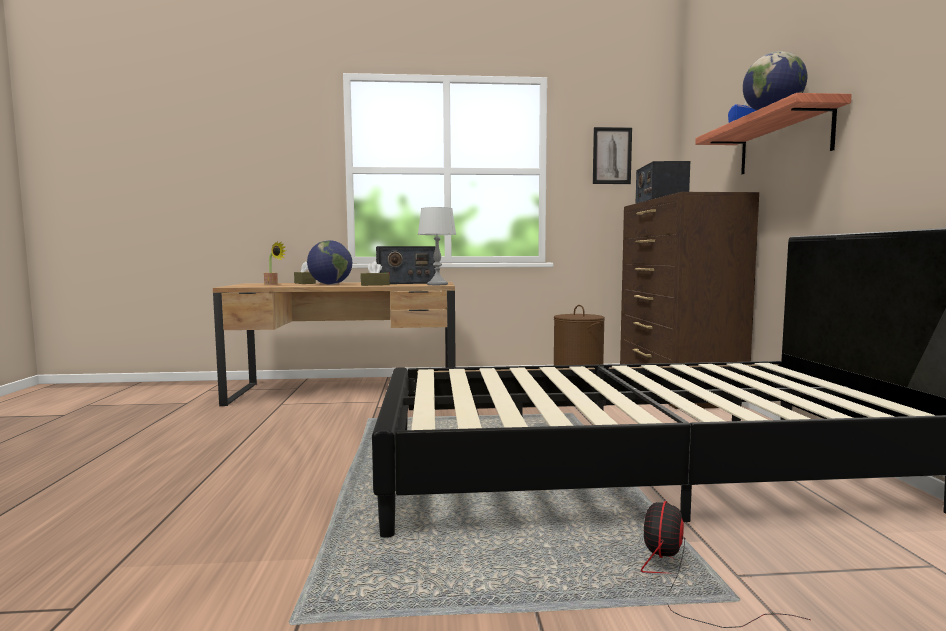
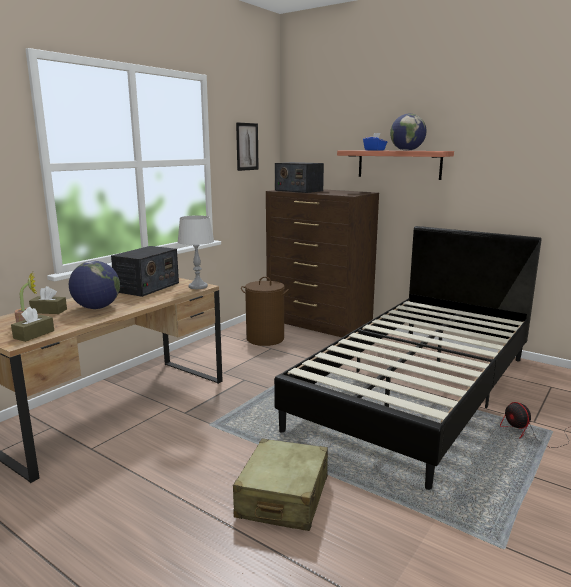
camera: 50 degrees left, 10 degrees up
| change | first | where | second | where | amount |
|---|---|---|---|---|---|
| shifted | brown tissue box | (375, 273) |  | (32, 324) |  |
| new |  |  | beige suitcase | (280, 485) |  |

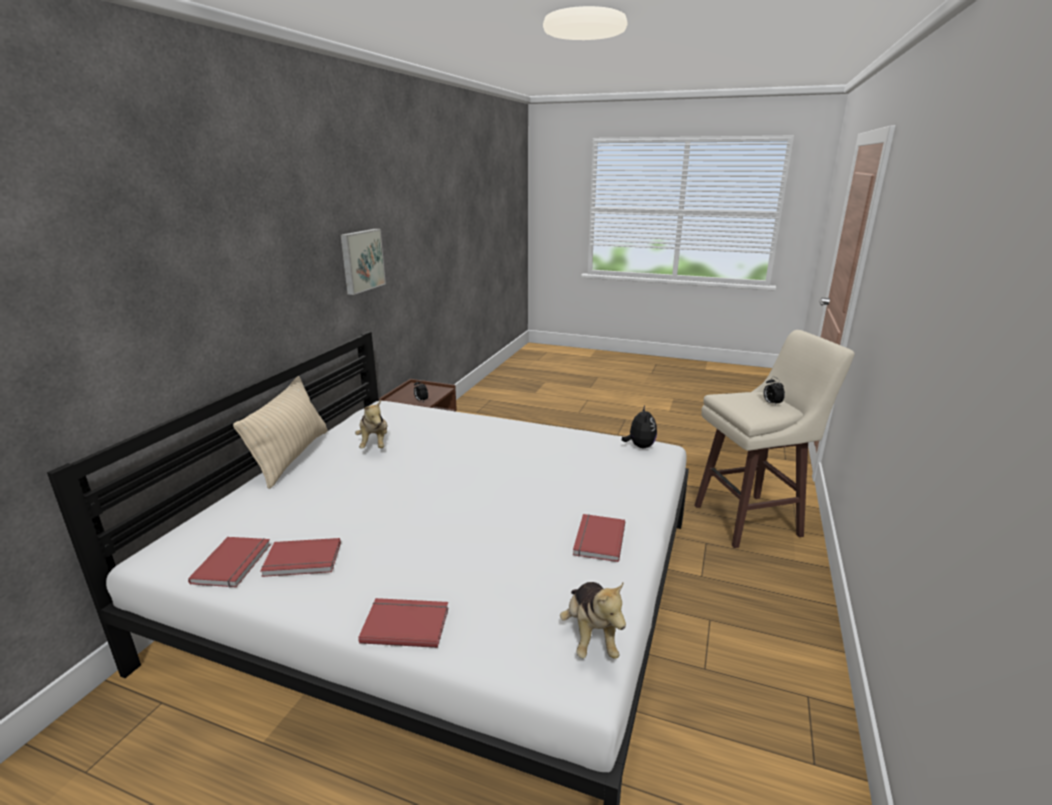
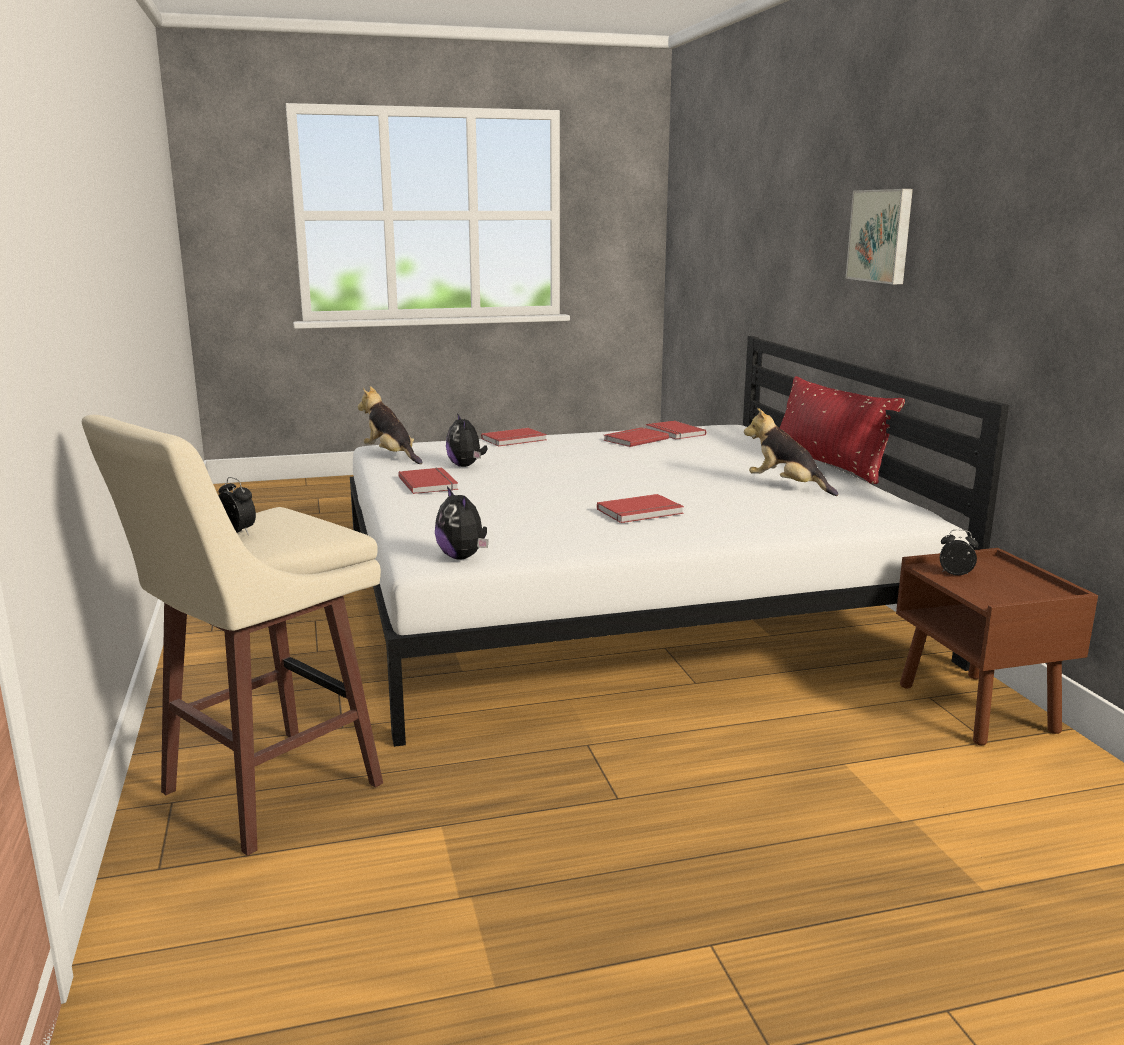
camera: 145 degrees right, 5 degrees down
| change | first | where | second | where | amount |
|---|---|---|---|---|---|
| new |  |  | plush toy | (466, 440) |  |
| new |  |  | red book | (640, 508) |  |
| repainted | beige pillow | (280, 432) | red pillow | (842, 430) |  |
| shifted | picture | (363, 262) |  | (879, 236) |  |

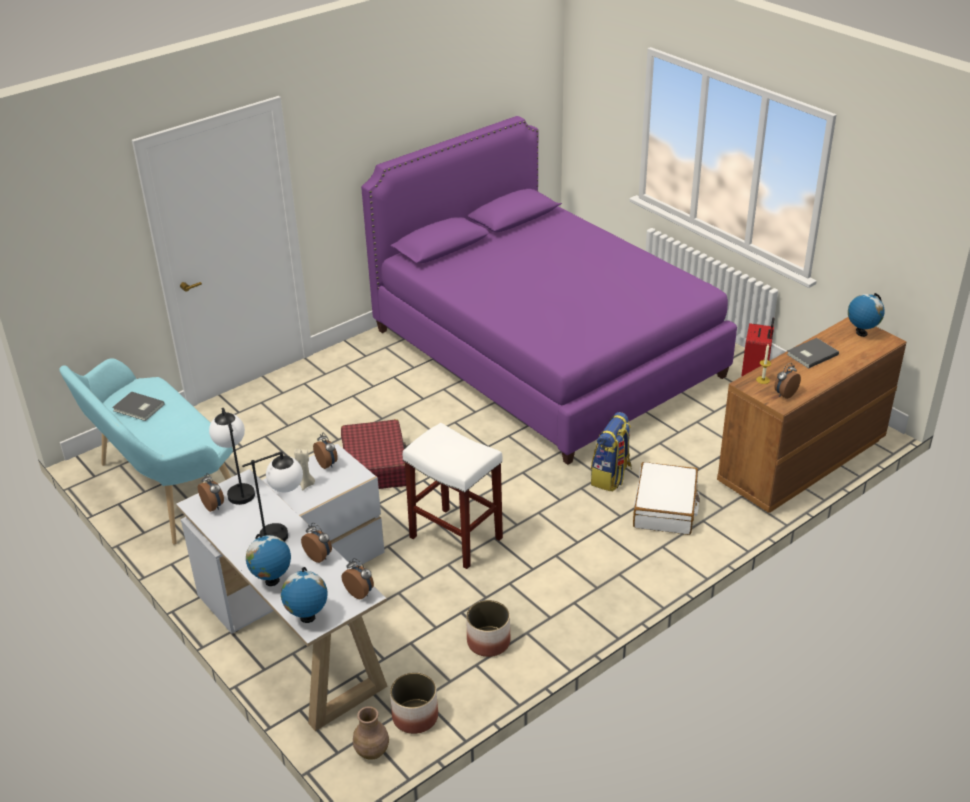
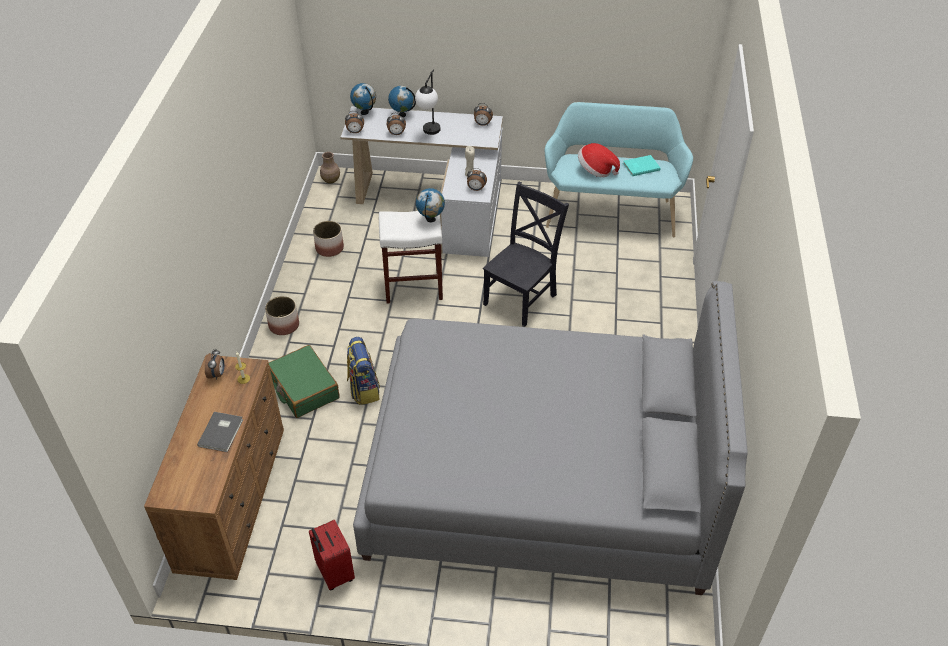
camera: 135 degrees right, 10 degrees up
| change | first | where | second | where | amount |
|---|---|---|---|---|---|
| shifted | planter | (414, 703) |  | (282, 315) |  |
| repainted | white suitcase | (666, 498) | green suitcase | (304, 381) |  |
| repainted | purple bed | (549, 290) | grey bed | (550, 438) |  |
| shifted | globe | (866, 315) |  | (430, 205) |  |
| swapped | red suitcase | (374, 454) | black chair | (526, 254) |  |
| new |  |  | hat | (599, 160) |  |
| repainted | grey book | (138, 406) | turquoise book | (642, 165) |  |
| gone | table lamp | (232, 456) |  |  |  |

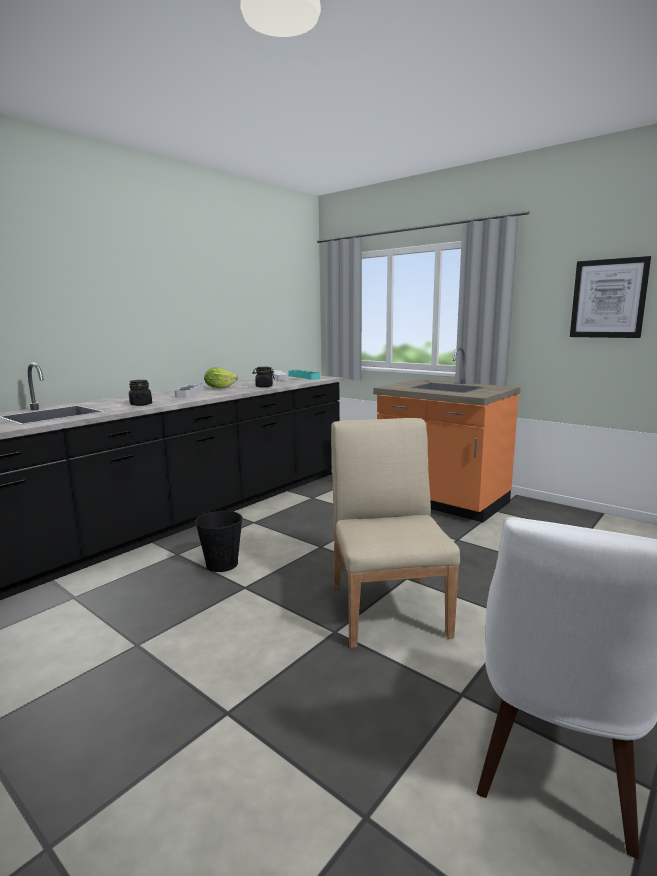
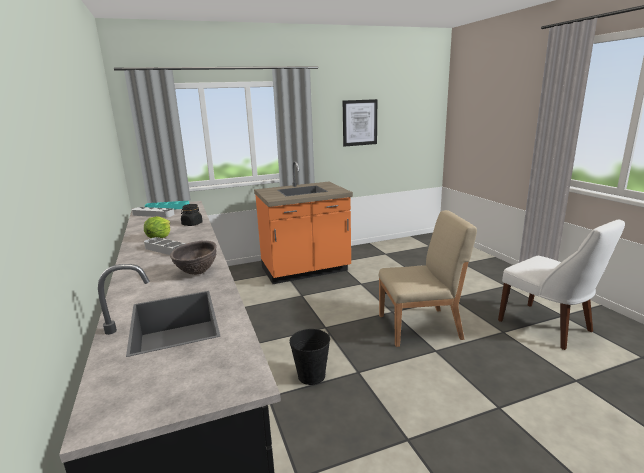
camera: 60 degrees left, 5 degrees up
| change | first | where | second | where | amount |
|---|---|---|---|---|---|
| swapped | black jar | (140, 393) | brown bowl | (193, 258) |  |
| rotated | beige chair | (395, 533) |  | (428, 278) | 150 degrees clockwise |

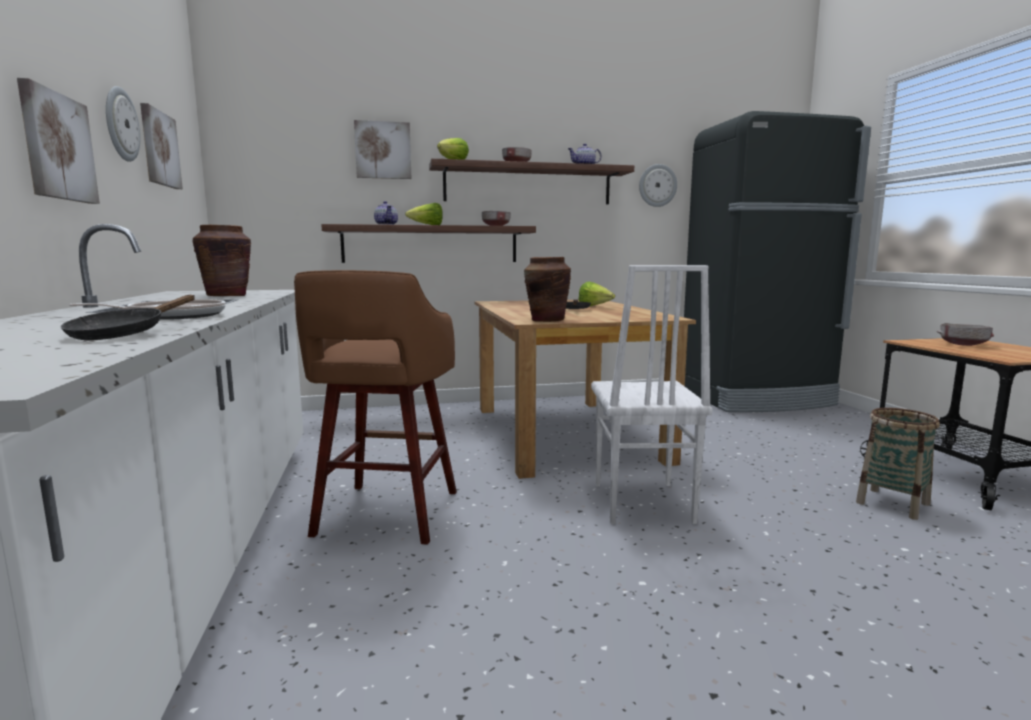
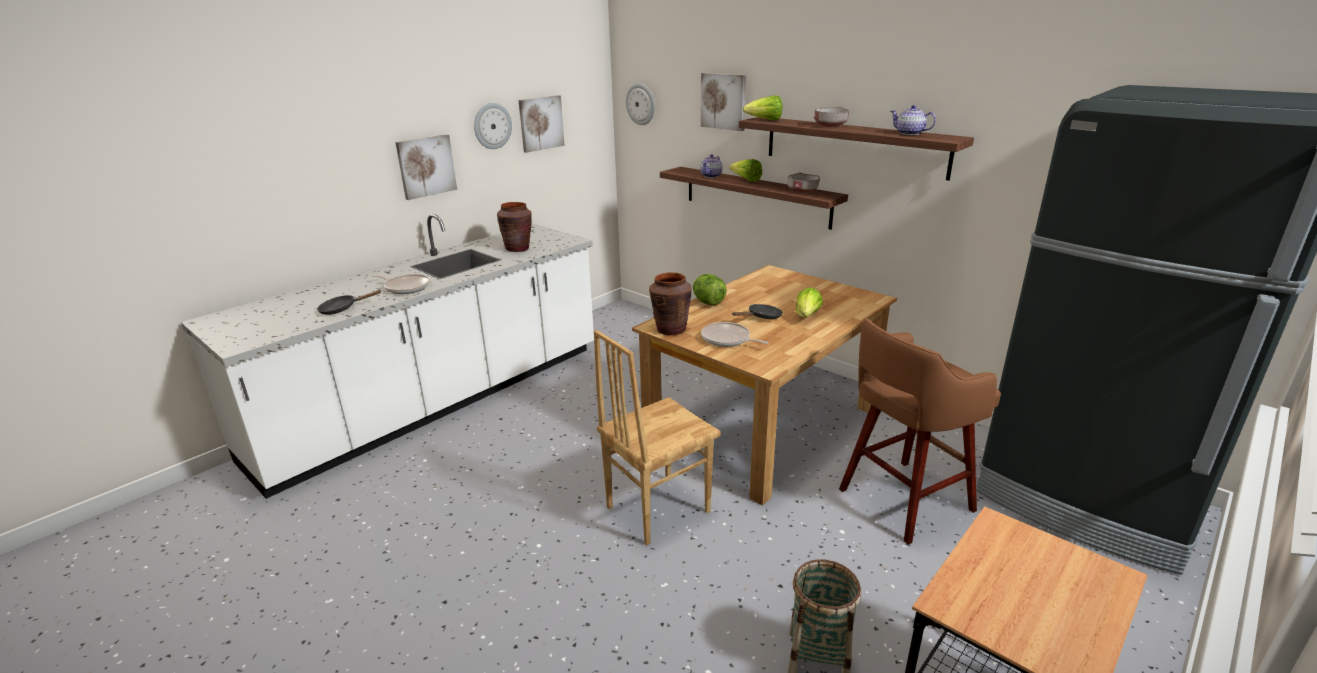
camera: 55 degrees right, 15 degrees up
| change | first | where | second | where | amount |
|---|---|---|---|---|---|
| repainted | white chair | (652, 395) | brown chair | (657, 438) |  |
| shifted | wall clock | (658, 185) |  | (640, 104) |  |
| new |  |  | lettuce | (710, 289) |  |
| new |  |  | frying pan | (735, 334) |  |
| shifted | brown stool | (375, 407) |  | (920, 431) |  |
| gone | grey bowl | (965, 334) |  |  |  |

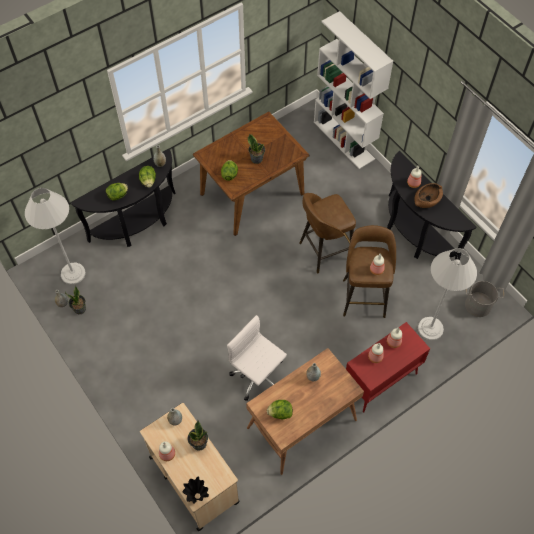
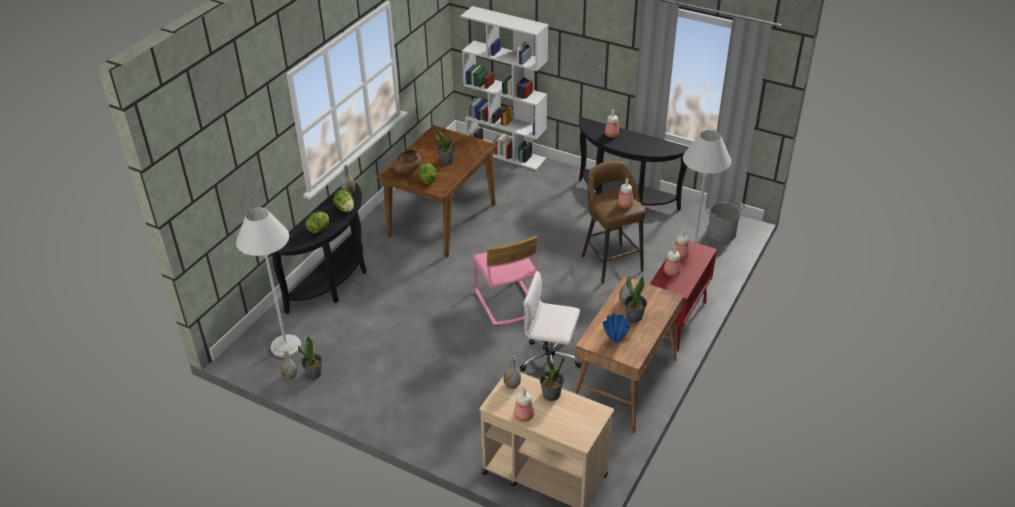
camera: 25 degrees left, 20 degrees down
| change | first | where | second | where | amount |
|---|---|---|---|---|---|
| shifted | brown bowl | (428, 195) |  | (407, 162) |  |
| new |  |  | pink chair | (505, 281) |  |
| swapped | lettuce | (280, 410) | blue vase | (616, 328) |  |
| new |  |  | potted plant | (636, 298) |  |
| gone | black vase | (196, 490) |  |  |  |
| gone | brown stool | (327, 233) |  |  |  |

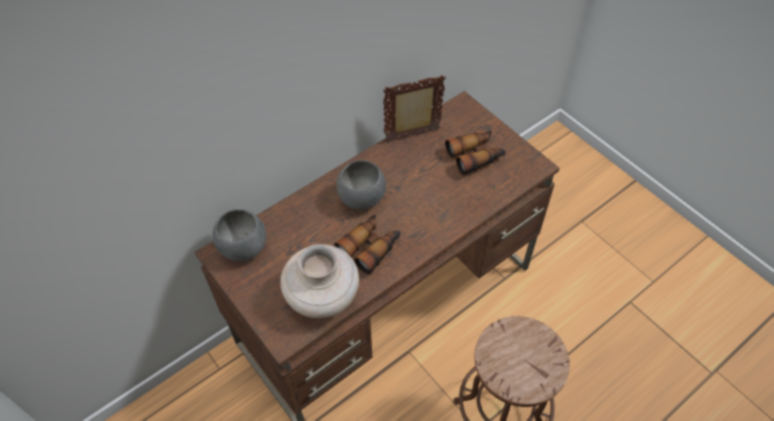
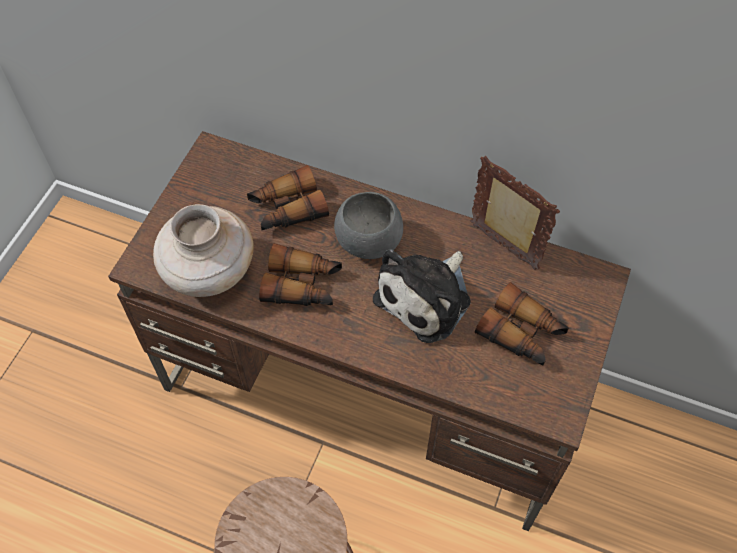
camera: 60 degrees right, 5 degrees up
| change | first | where | second | where | amount |
|---|---|---|---|---|---|
| new |  |  | binoculars | (288, 197) |  |
| new |  |  | plush toy | (422, 296) |  |
| gone | grey bowl | (239, 235) |  |  |  |

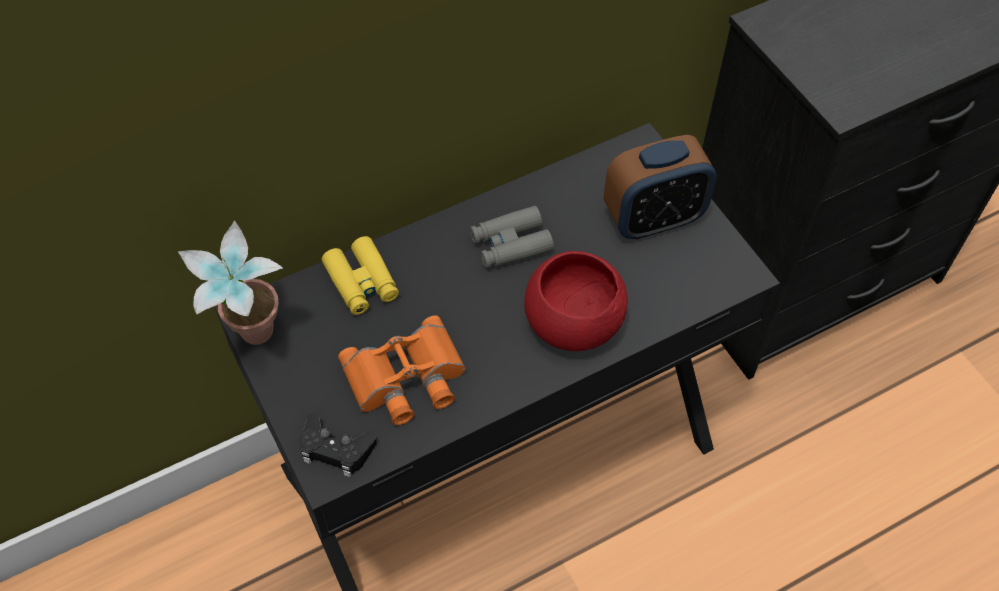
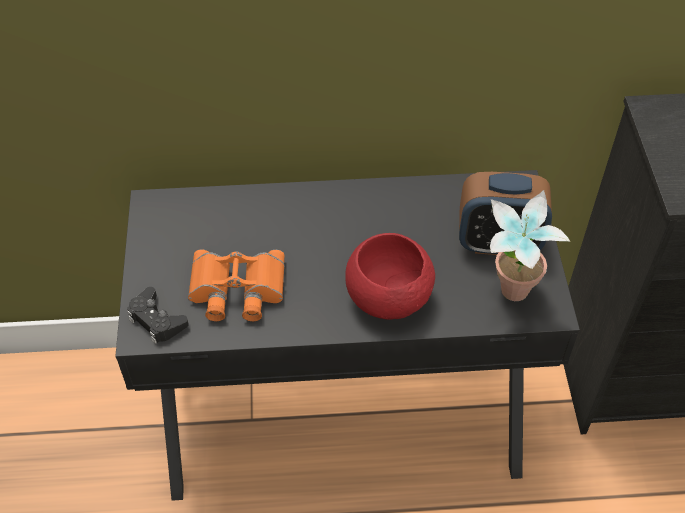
camera: 25 degrees right, 5 degrees down
| change | first | where | second | where | amount |
|---|---|---|---|---|---|
| shifted | potted plant | (230, 282) |  | (530, 245) |  |
| gone | yellow binoculars | (360, 275) |  |  |  |
| gone | grey binoculars | (512, 237) |  |  |  |

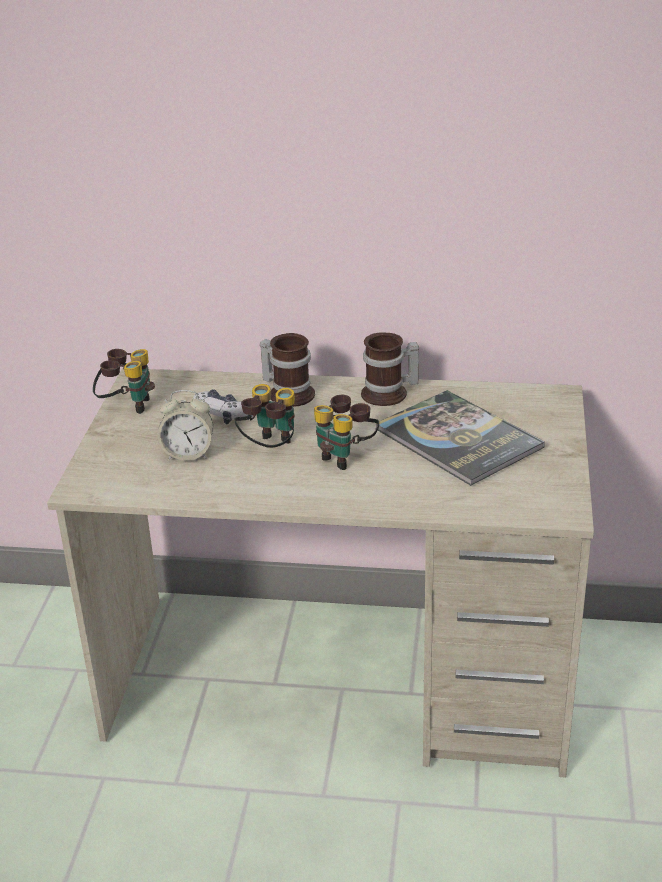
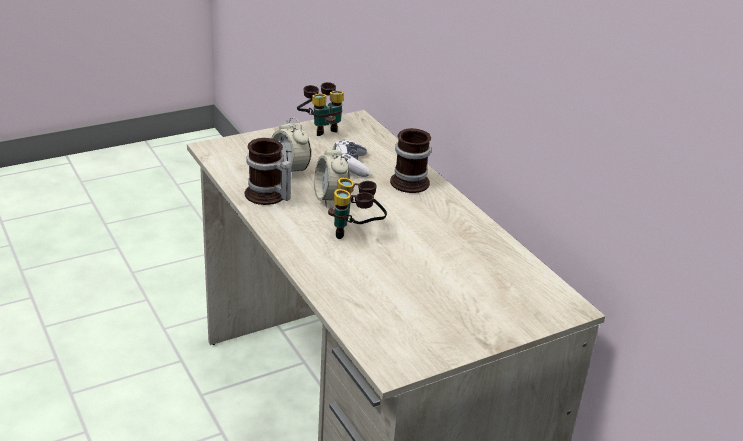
camera: 50 degrees right, 0 degrees up
| change | first | where | second | where | amount |
|---|---|---|---|---|---|
| shifted | mug | (390, 369) |  | (268, 171) |  |
| swapped | binoculars | (265, 416) | alarm clock | (332, 175) |  |
| gone | book | (460, 438) |  |  |  |

